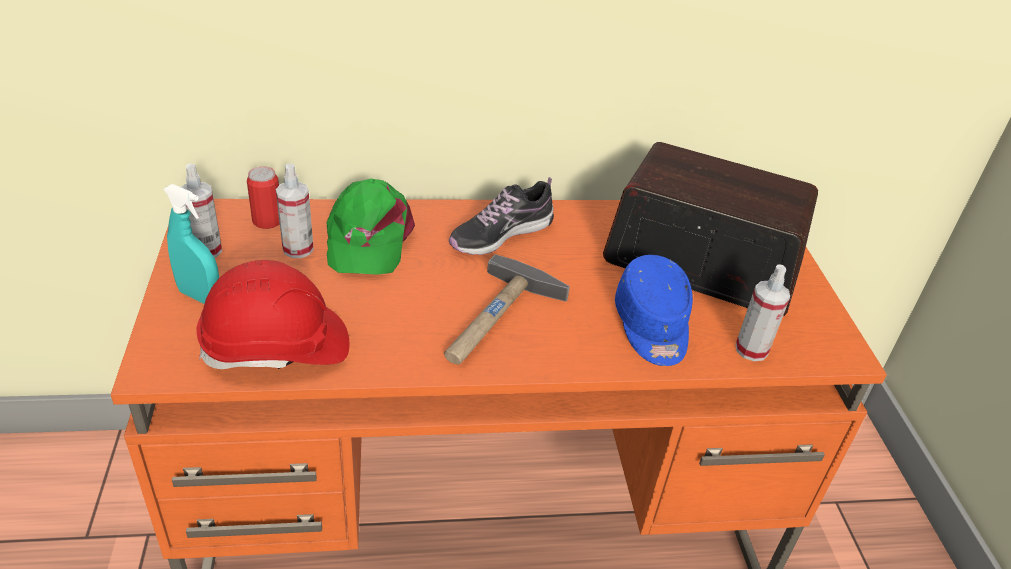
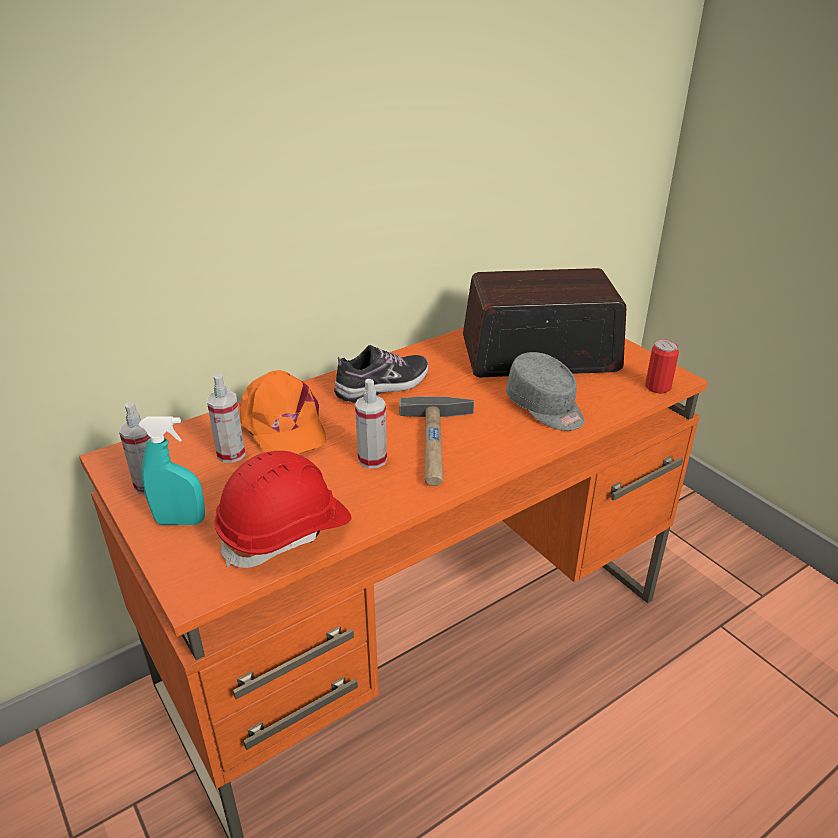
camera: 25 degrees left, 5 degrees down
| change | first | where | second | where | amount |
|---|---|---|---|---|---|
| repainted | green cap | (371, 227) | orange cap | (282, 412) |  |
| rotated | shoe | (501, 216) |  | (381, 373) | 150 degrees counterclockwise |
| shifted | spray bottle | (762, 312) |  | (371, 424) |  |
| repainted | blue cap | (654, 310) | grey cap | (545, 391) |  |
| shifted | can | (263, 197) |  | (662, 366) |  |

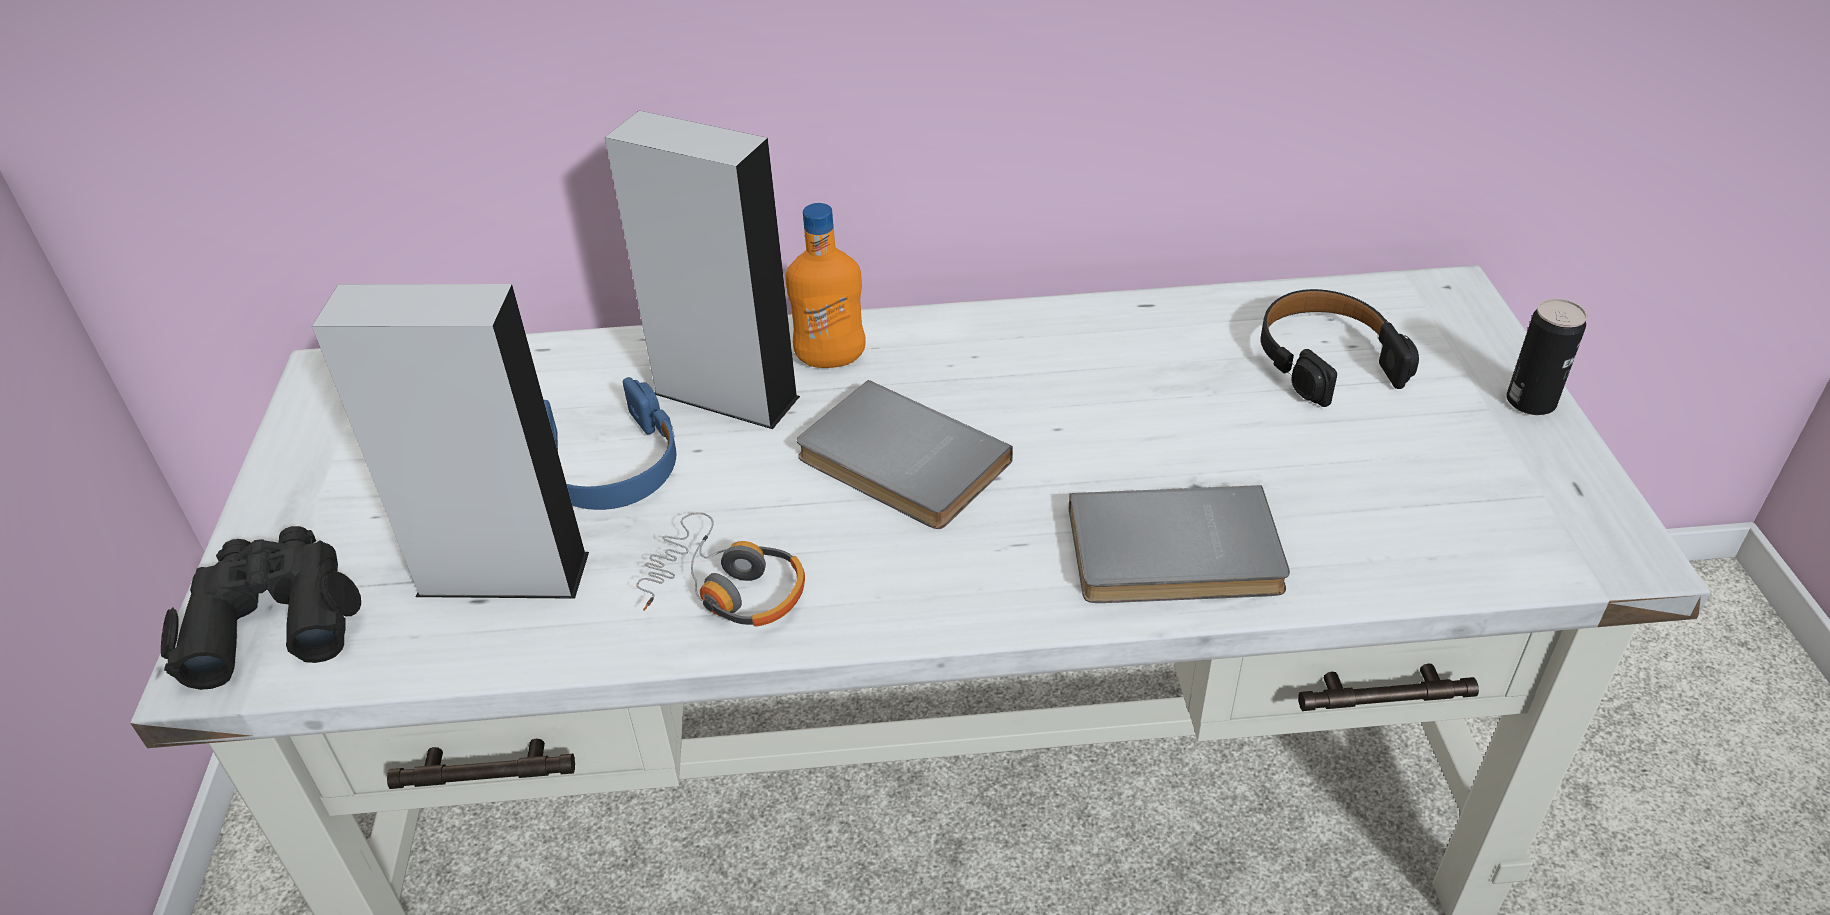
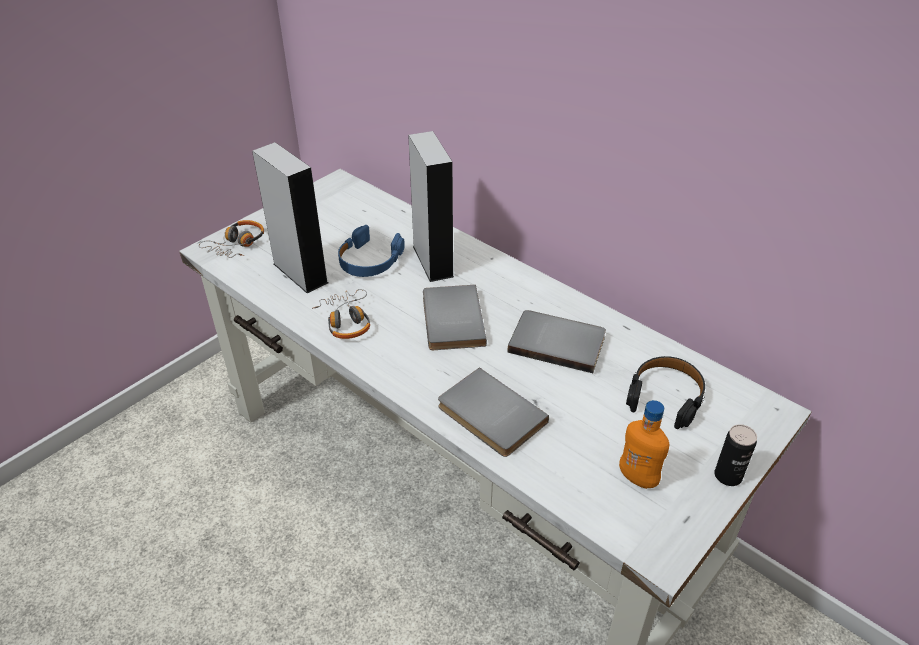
camera: 45 degrees right, 0 degrees up
| change | first | where | second | where | amount |
|---|---|---|---|---|---|
| swapped | black binoculars | (261, 608) | headphones | (231, 239) |  |
| new |  |  | grey book | (557, 341) |  |
| shifted | orange bottle | (826, 285) |  | (644, 444) |  |

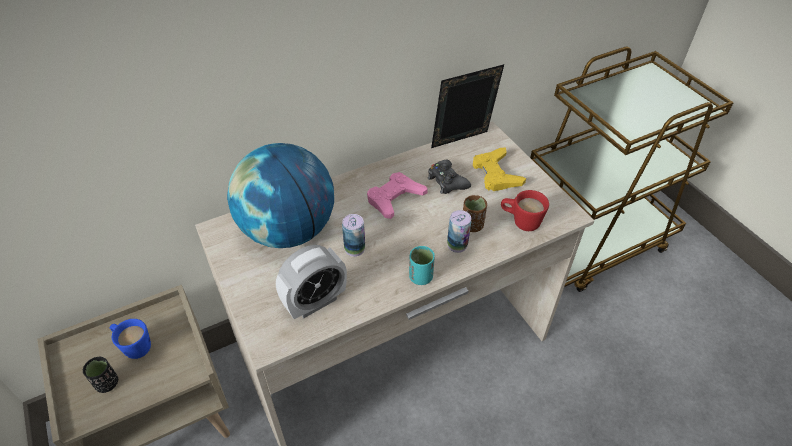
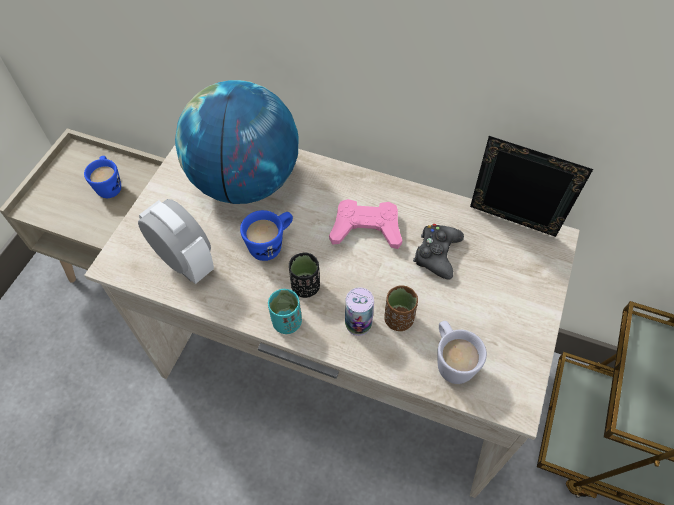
camera: 50 degrees right, 10 degrees up
| change | first | where | second | where | amount |
|---|---|---|---|---|---|
| rotated | alarm clock | (311, 282) |  | (176, 241) | 150 degrees counterclockwise |
| swapped | can | (353, 235) | blue mug | (266, 235) |  |
| shifted | black cup | (100, 375) |  | (304, 275) |  |
| repainted | red mug | (525, 210) | white mug | (462, 352) |  |
| gone | yellow game controller | (499, 169) |  |  |  |

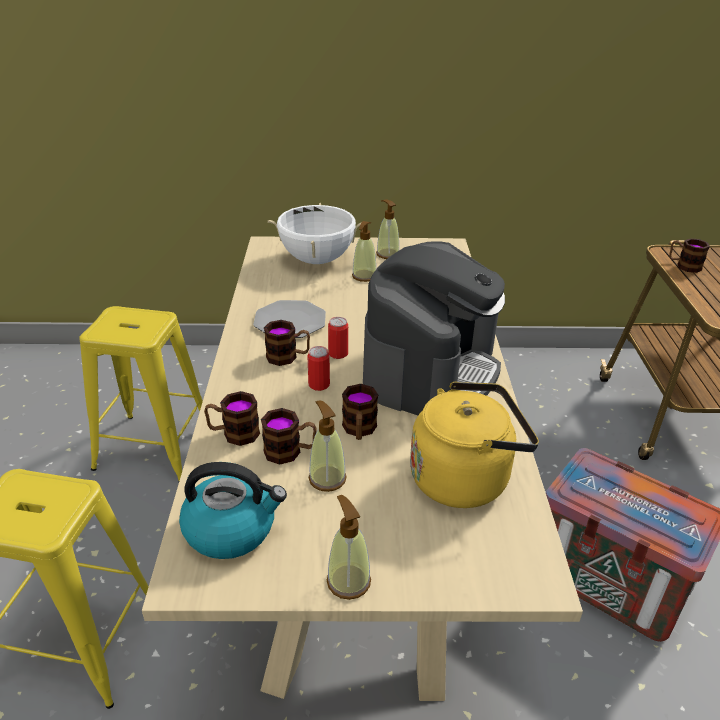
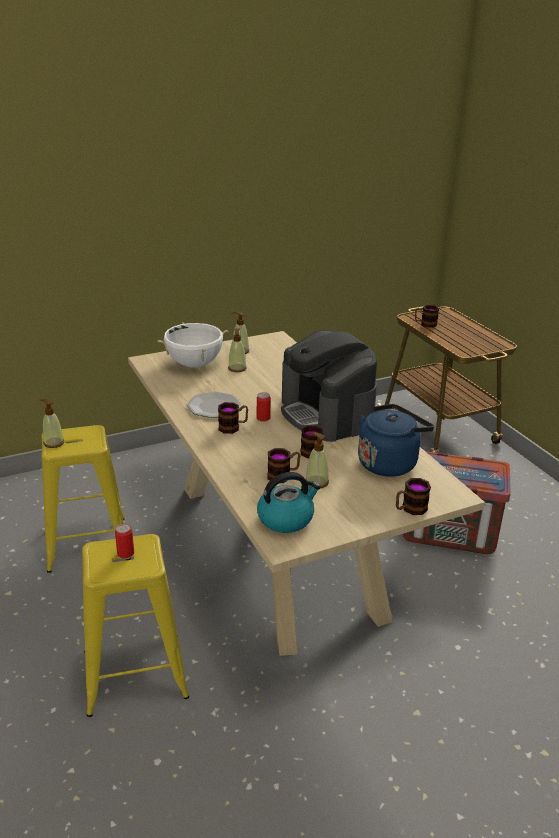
camera: 25 degrees left, 5 degrees down
| change | first | where | second | where | amount |
|---|---|---|---|---|---|
| shifted | soap dispenser | (349, 547) |  | (52, 423) |  |
| shifted | can | (318, 368) |  | (124, 540) |  |
| rotated | coffee machine | (434, 328) |  | (329, 386) | 150 degrees clockwise |
| repainted | yellow kettle | (474, 445) | blue kettle | (396, 440) |  |
| shifted | mug | (232, 418) |  | (413, 496) |  |

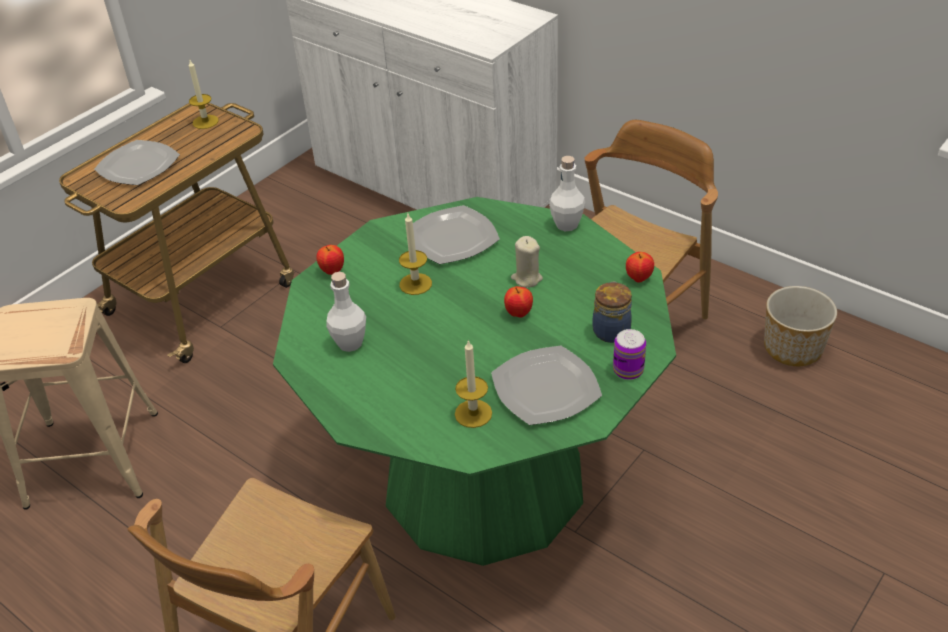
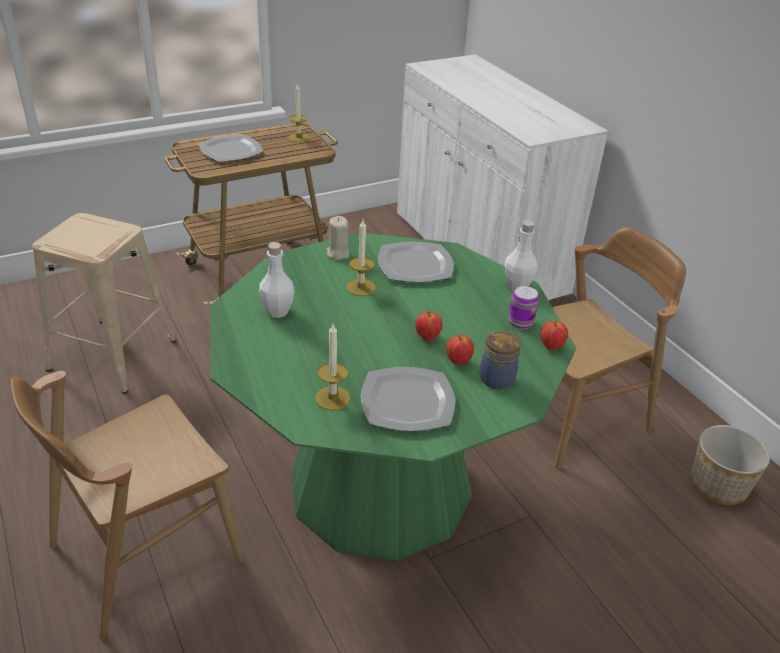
camera: 20 degrees right, 5 degrees down
| change | first | where | second | where | amount |
|---|---|---|---|---|---|
| shifted | beige candle | (527, 262) |  | (338, 238) |  |
| shifted | apple | (330, 260) |  | (460, 350) |  |
| shifted | can | (629, 354) |  | (524, 307) |  |

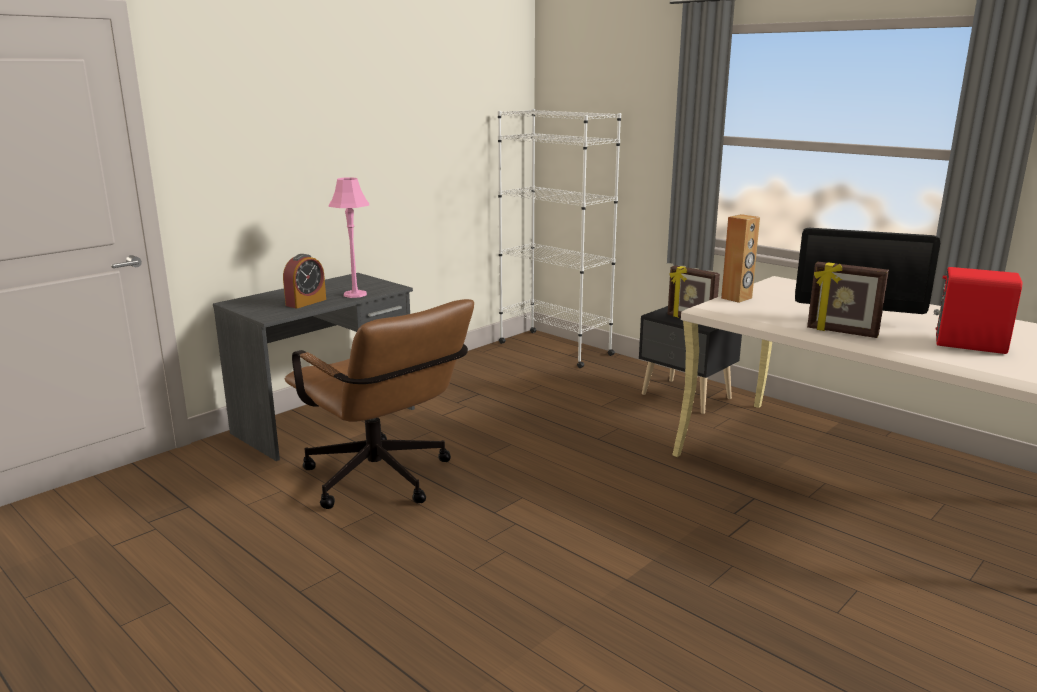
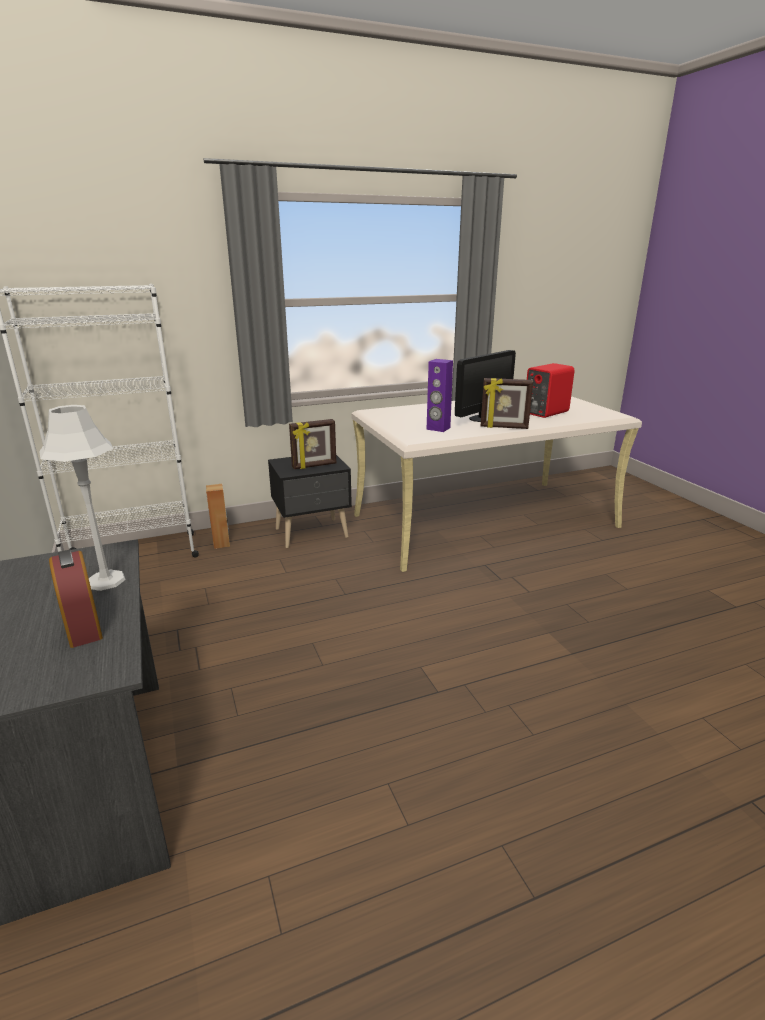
camera: 65 degrees left, 5 degrees up
| change | first | where | second | where | amount |
|---|---|---|---|---|---|
| repainted | pink table lamp | (348, 237) | grey table lamp | (82, 498) |  |
| shifted | brown speaker | (740, 258) |  | (218, 516) |  |
| new |  |  | purple speaker | (439, 395) |  |
| rotated | picture frame | (848, 300) |  | (507, 403) | 45 degrees clockwise |
| gone | brown office chair | (379, 404) |  |  |  |

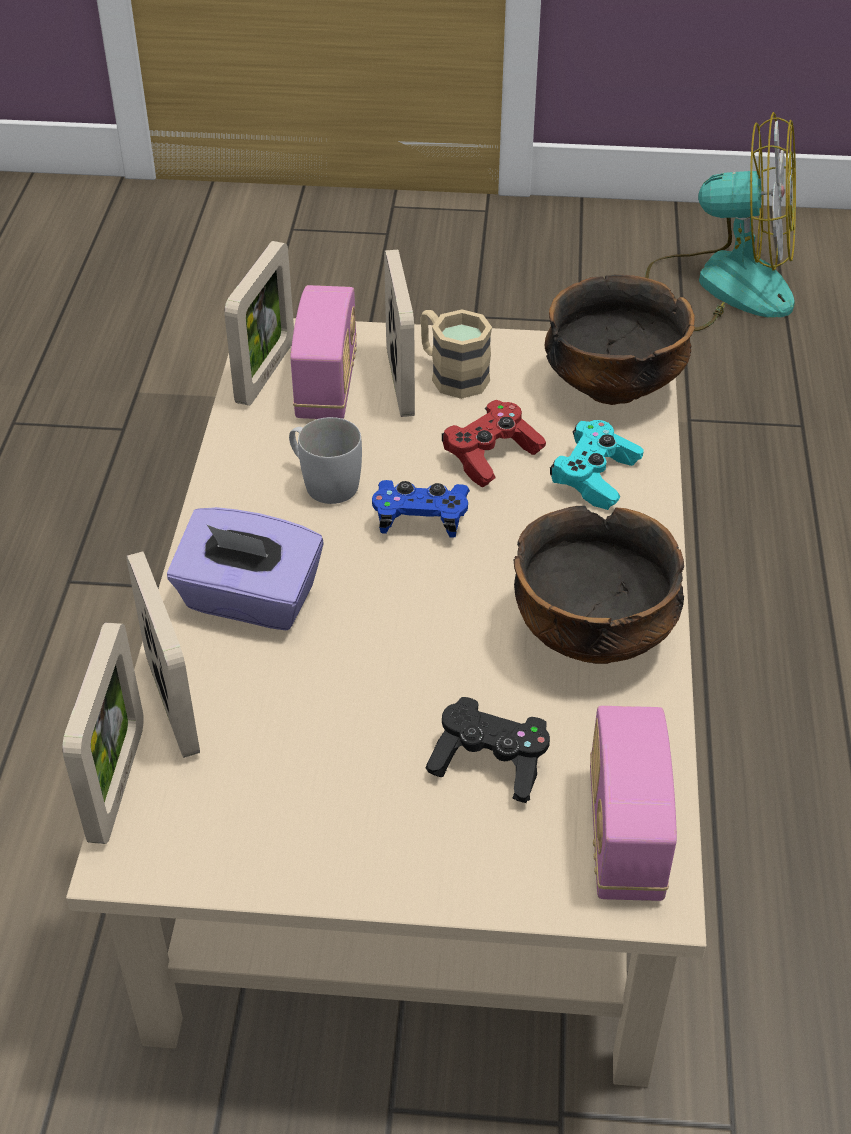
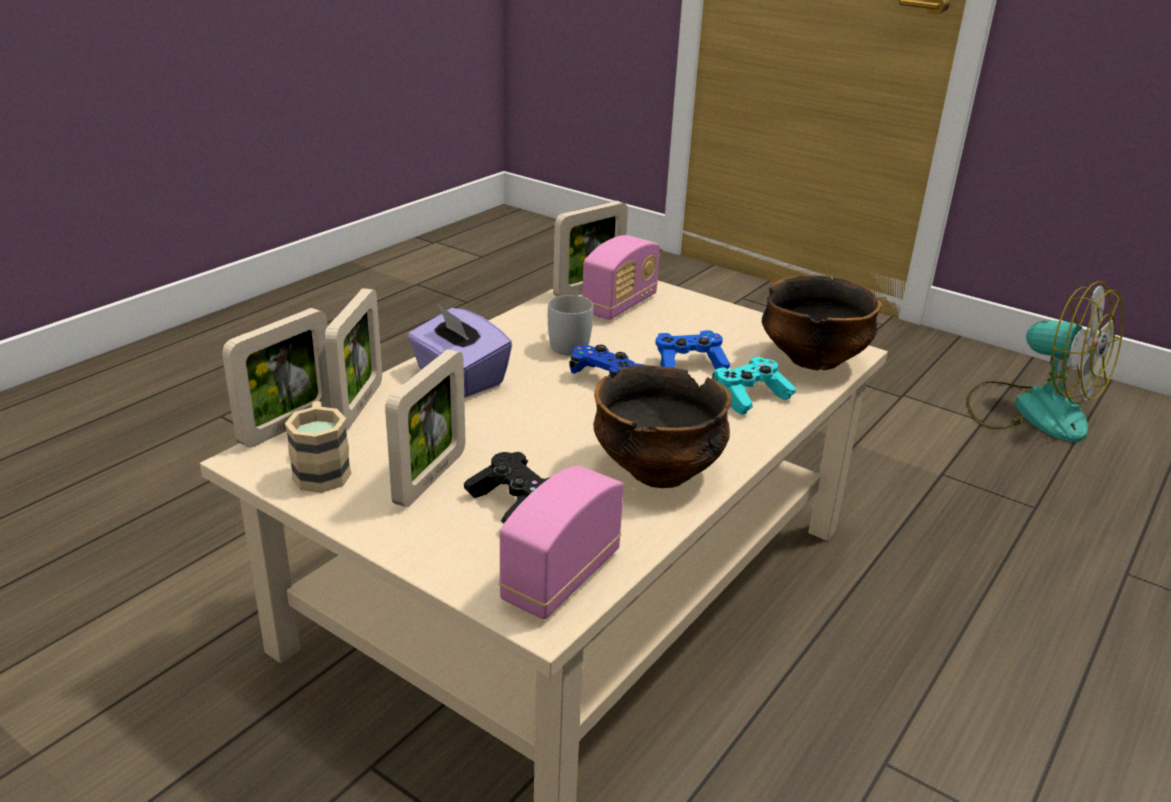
camera: 30 degrees right, 15 degrees down
| change | first | where | second | where | amount |
|---|---|---|---|---|---|
| shifted | beige mug | (456, 354) |  | (318, 447) |  |
| shifted | picture frame | (399, 333) |  | (425, 428) |  |
| repainted | red game controller | (494, 444) | blue game controller | (692, 350) |  |

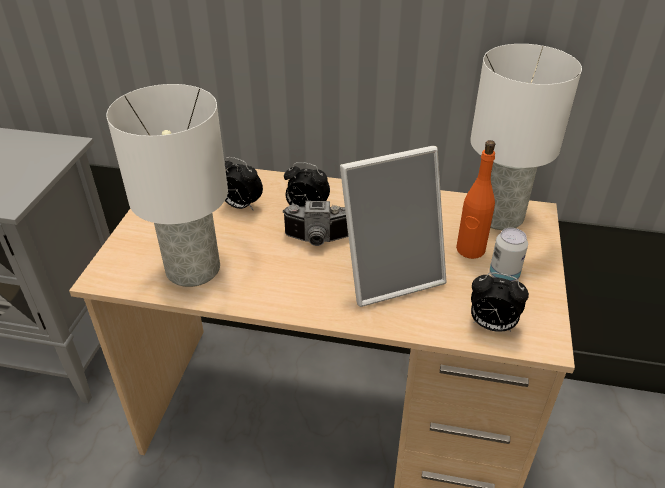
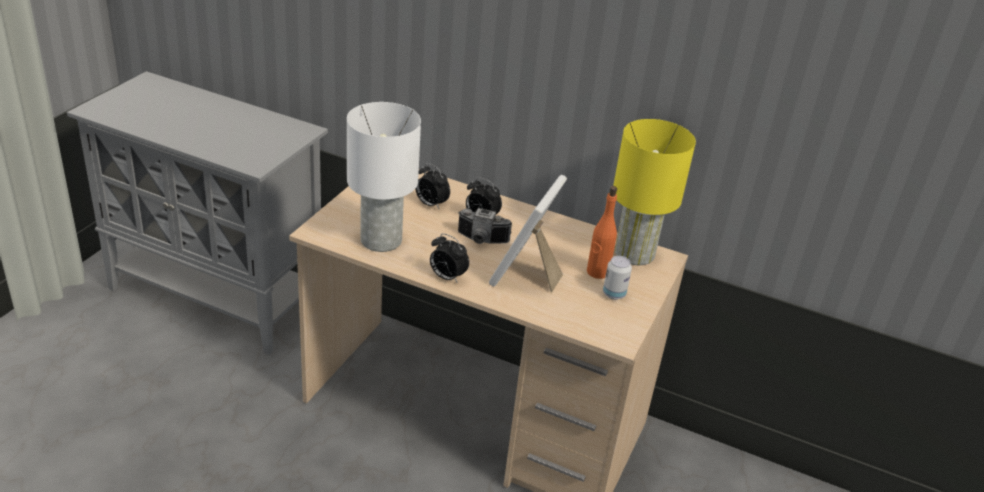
camera: 10 degrees right, 5 degrees down
| change | first | where | second | where | amount |
|---|---|---|---|---|---|
| shifted | alarm clock | (500, 302) |  | (449, 258) |  |
| rotated | picture frame | (393, 226) |  | (528, 233) | 120 degrees clockwise |
| repainted | white table lamp | (526, 137) | yellow table lamp | (654, 192) |  |

